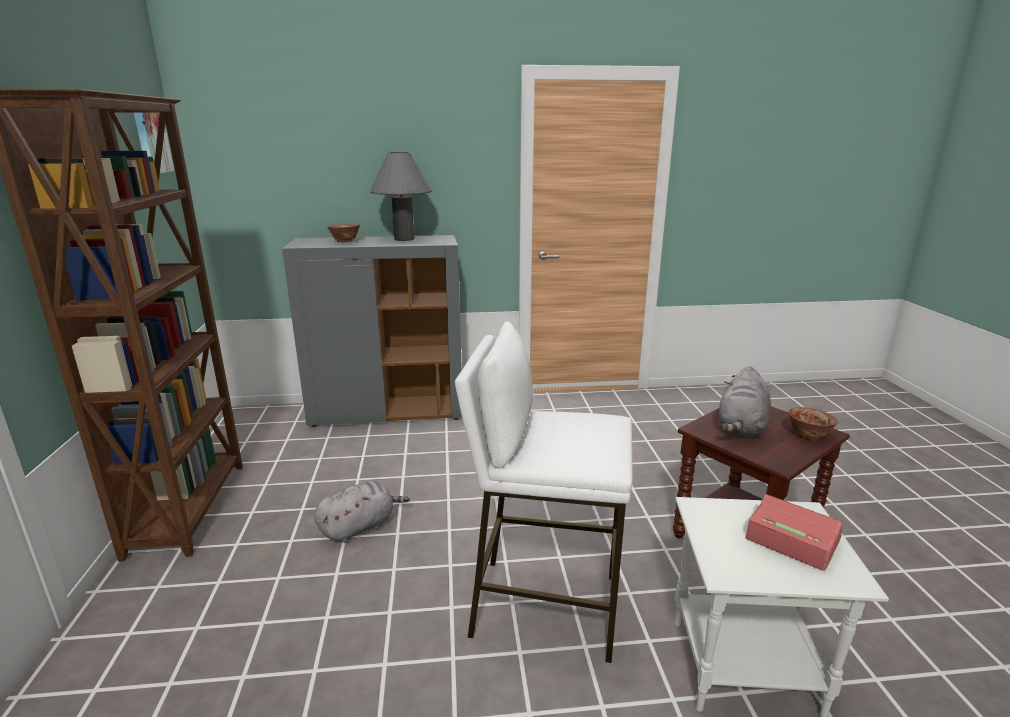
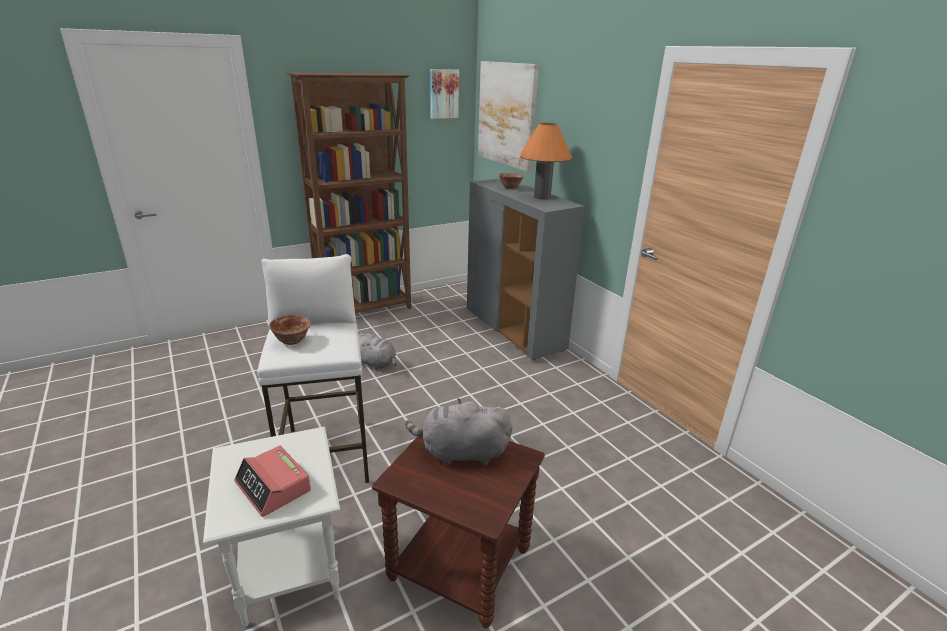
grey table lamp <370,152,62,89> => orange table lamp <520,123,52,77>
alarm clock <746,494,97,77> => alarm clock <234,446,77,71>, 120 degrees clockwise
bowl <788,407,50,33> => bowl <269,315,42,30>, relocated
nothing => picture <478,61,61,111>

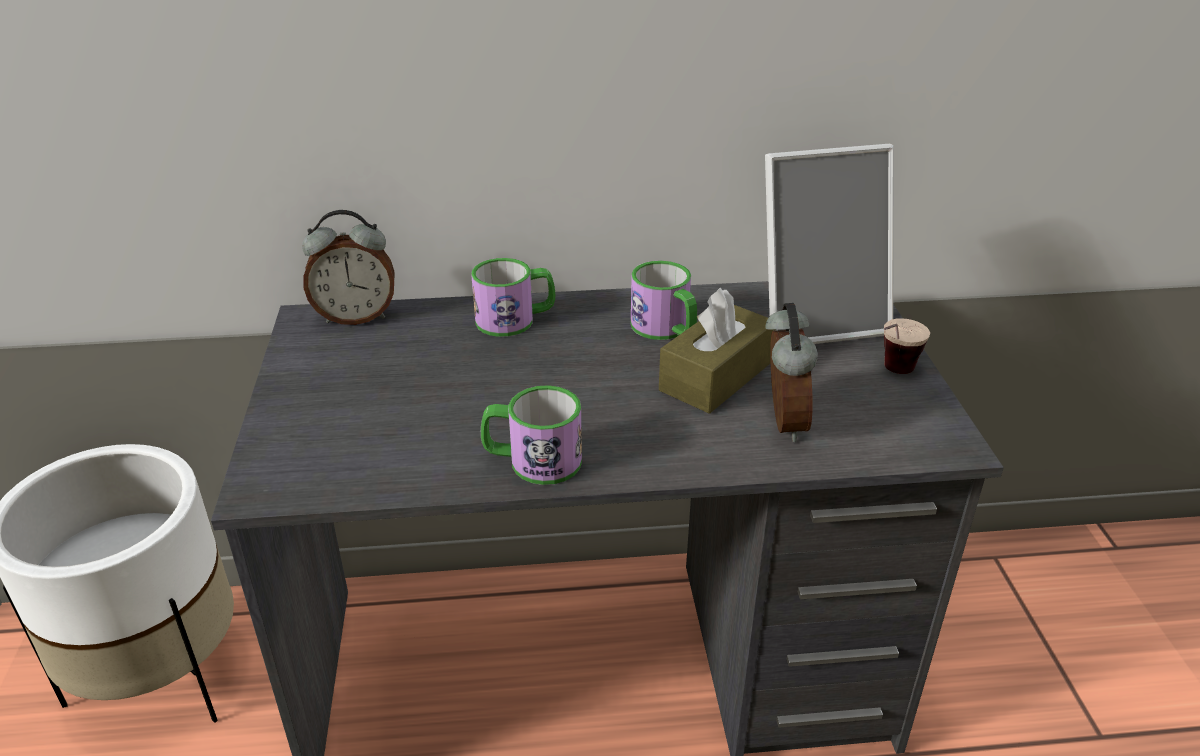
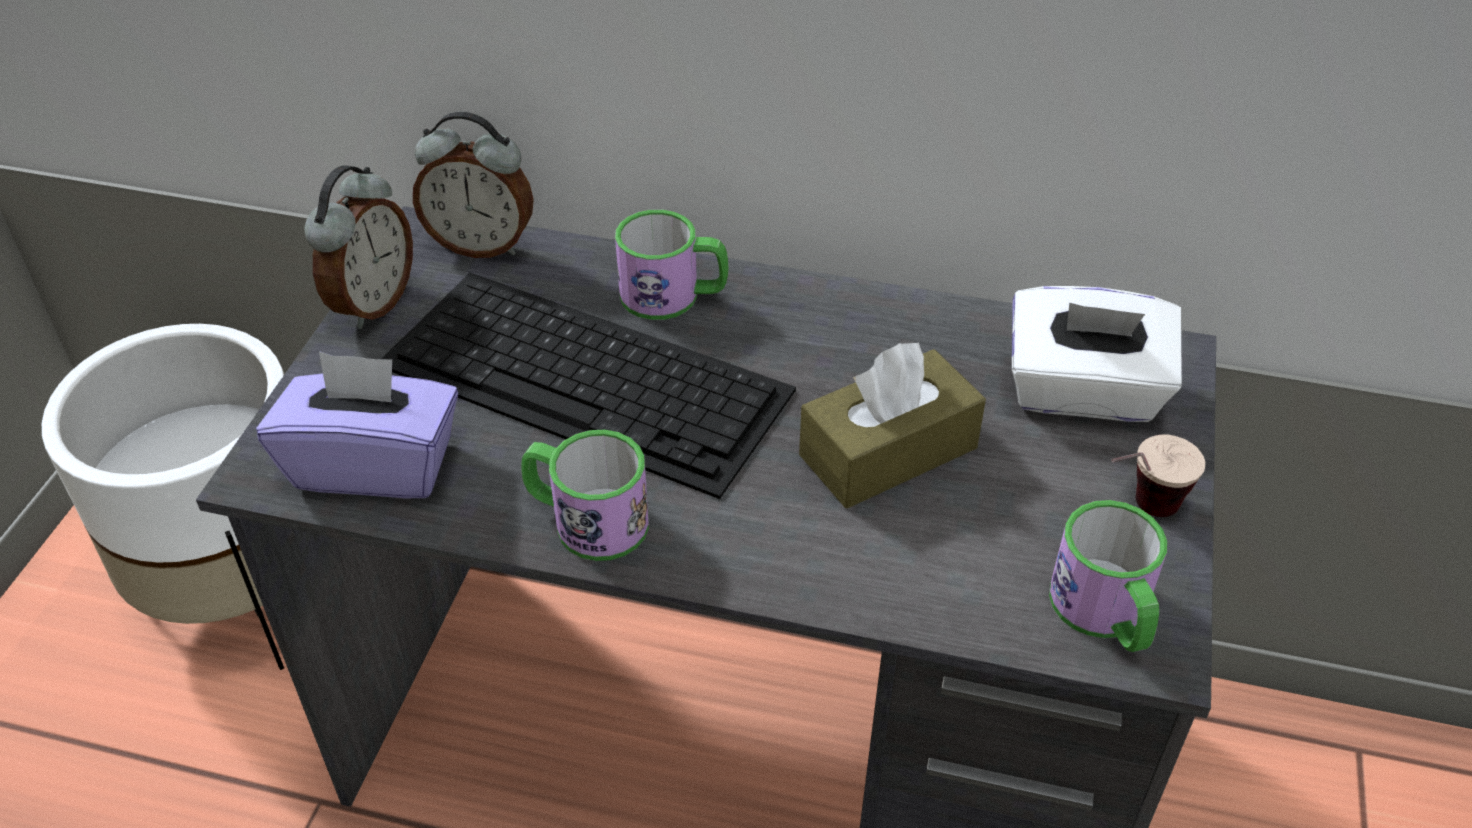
mug <631,261,66,79> => mug <1049,500,118,152>, relocated
picture frame <765,144,129,200> => white tissue box <1012,286,170,136>
alarm clock <766,303,52,139> => alarm clock <304,165,109,164>, relocated
nothing => purple tissue box <256,351,203,147>
nothing => keyboard <380,273,416,226>

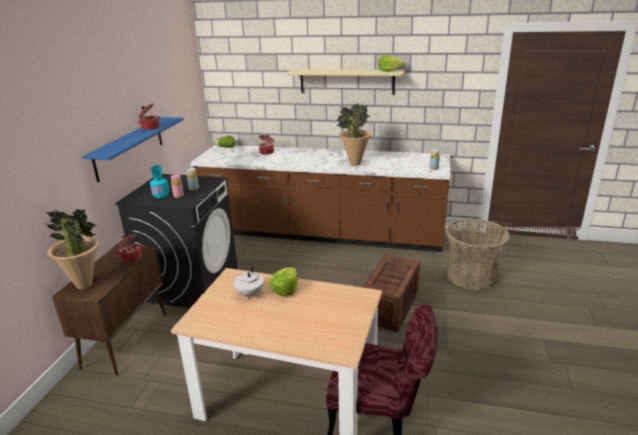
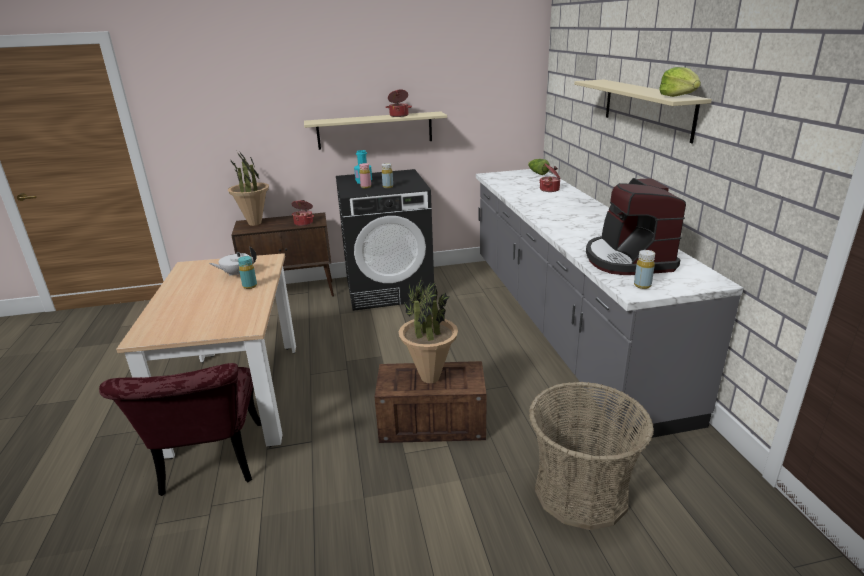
blue shelf <82,117,102,65> => beige shelf <304,111,143,39>
brown counter <190,145,261,107> => grey counter <476,169,268,272>
lettuce <270,267,28,29> => turquoise bottle <238,256,19,33>
potted plant <337,102,35,64> => potted plant <399,277,59,106>, relocated
nothing => coffee machine <586,178,100,97>

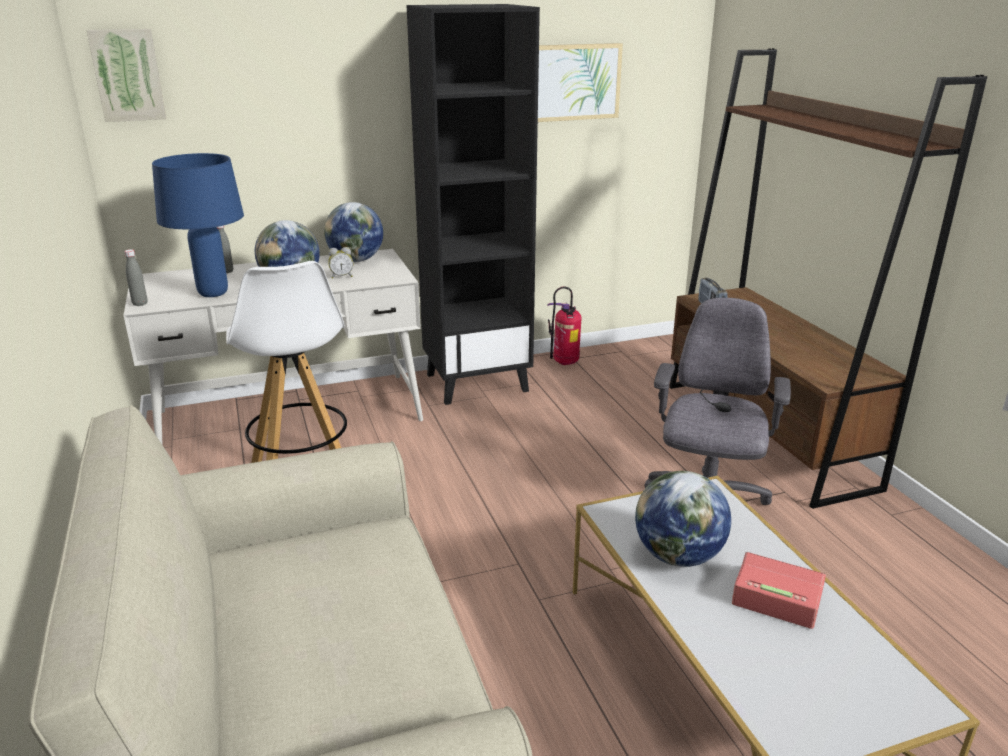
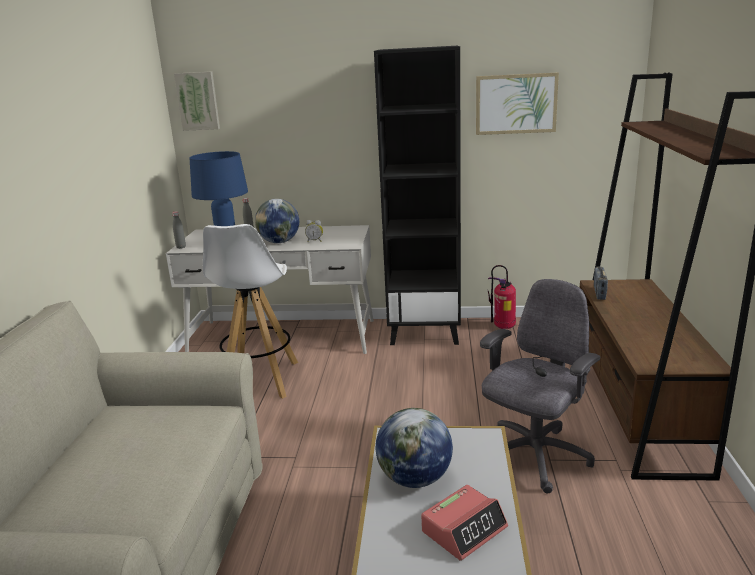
globe <324,202,59,60> => nothing
alarm clock <732,552,94,77> => alarm clock <421,485,87,76>, 90 degrees clockwise

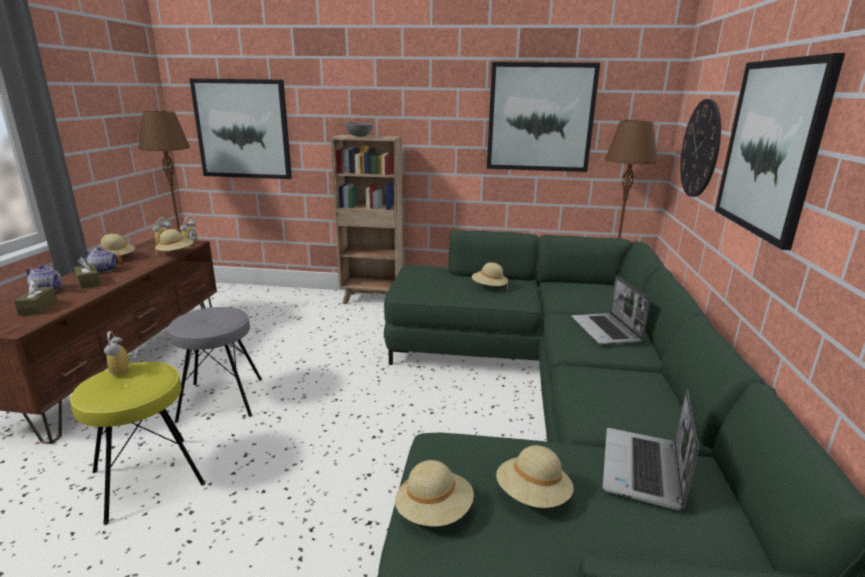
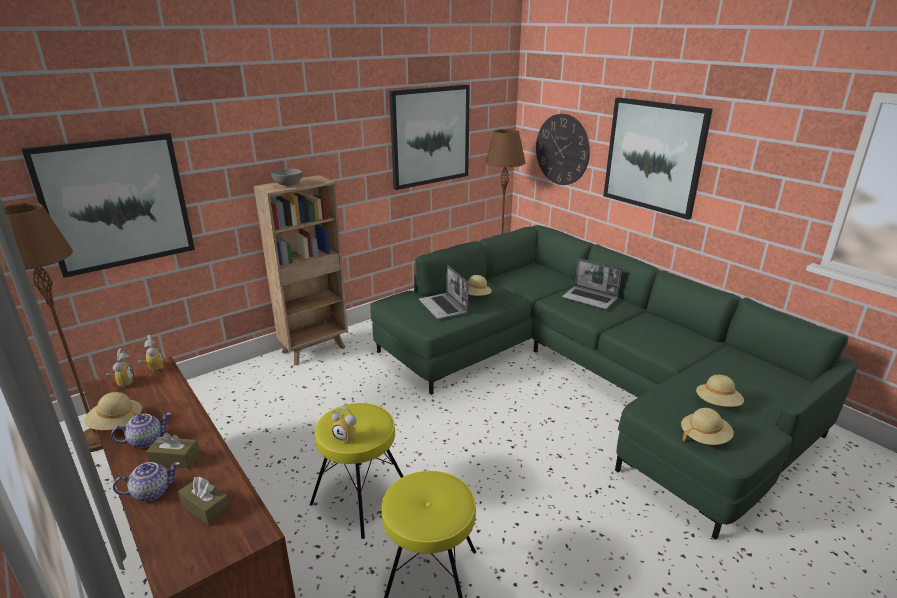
alarm clock <104,331,34,45> => alarm clock <332,407,24,36>, relocated
beige hat <155,229,38,26> => nothing
grey stool <168,307,94,116> => yellow stool <310,403,94,136>
laptop <603,389,96,121> => laptop <419,265,50,54>, relocated

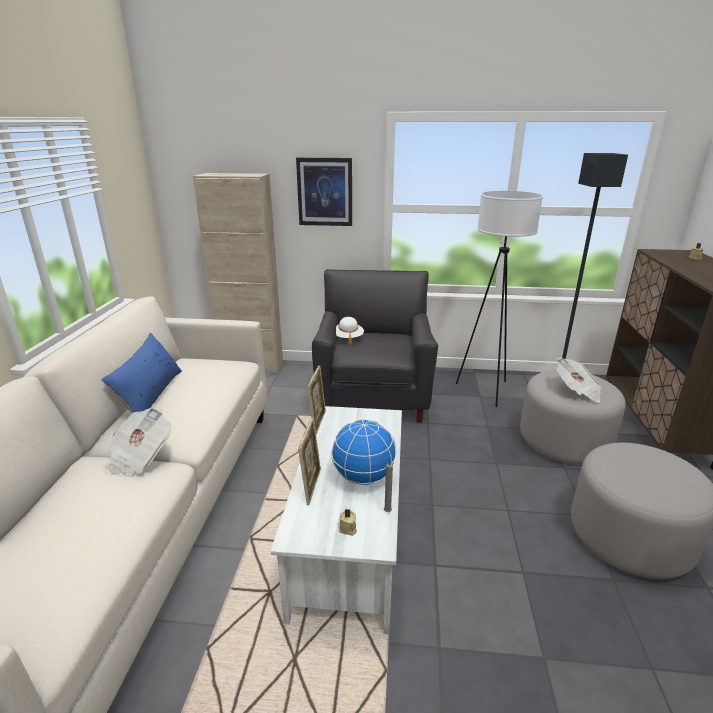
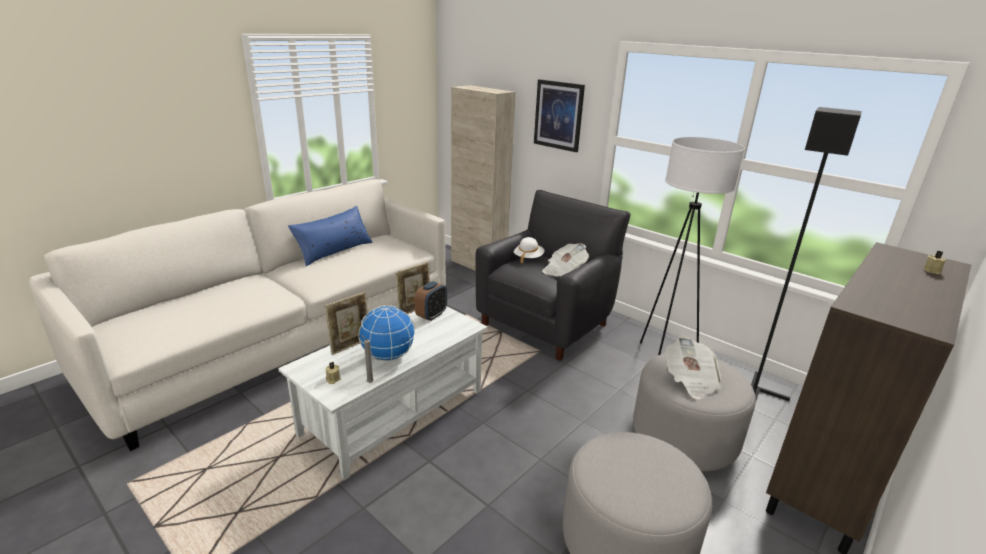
newspaper <103,407,68,68> => newspaper <542,243,47,34>, relocated
nothing => alarm clock <415,281,32,40>

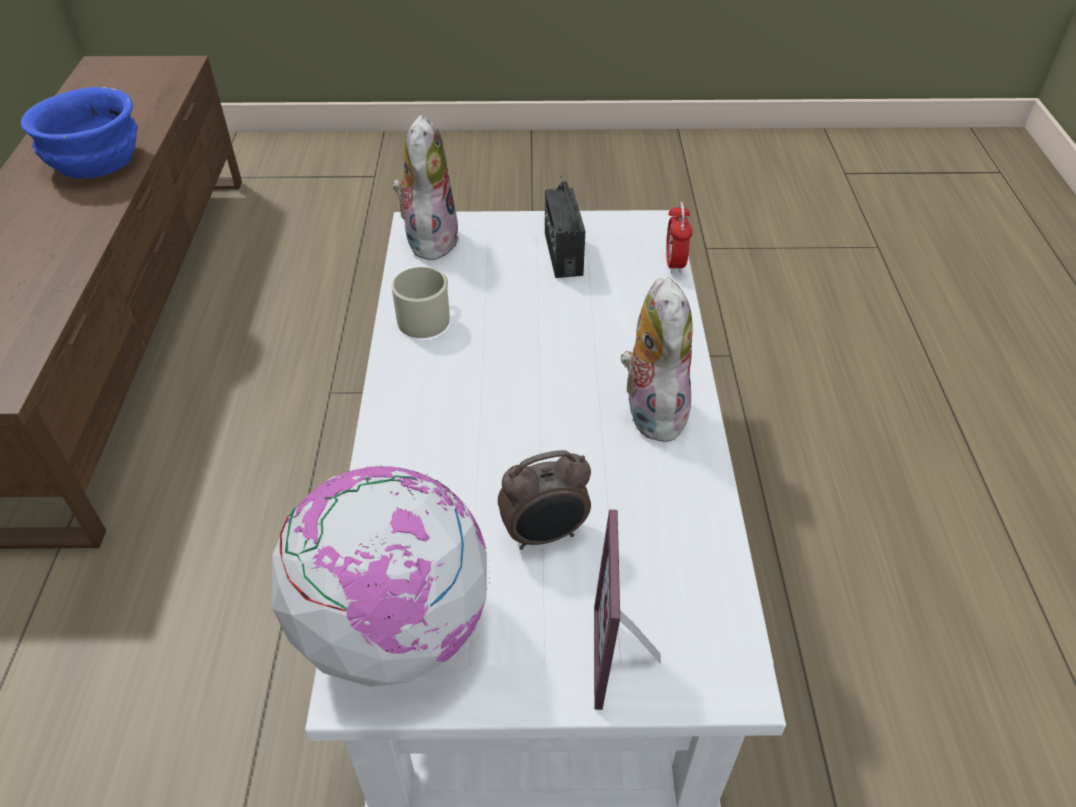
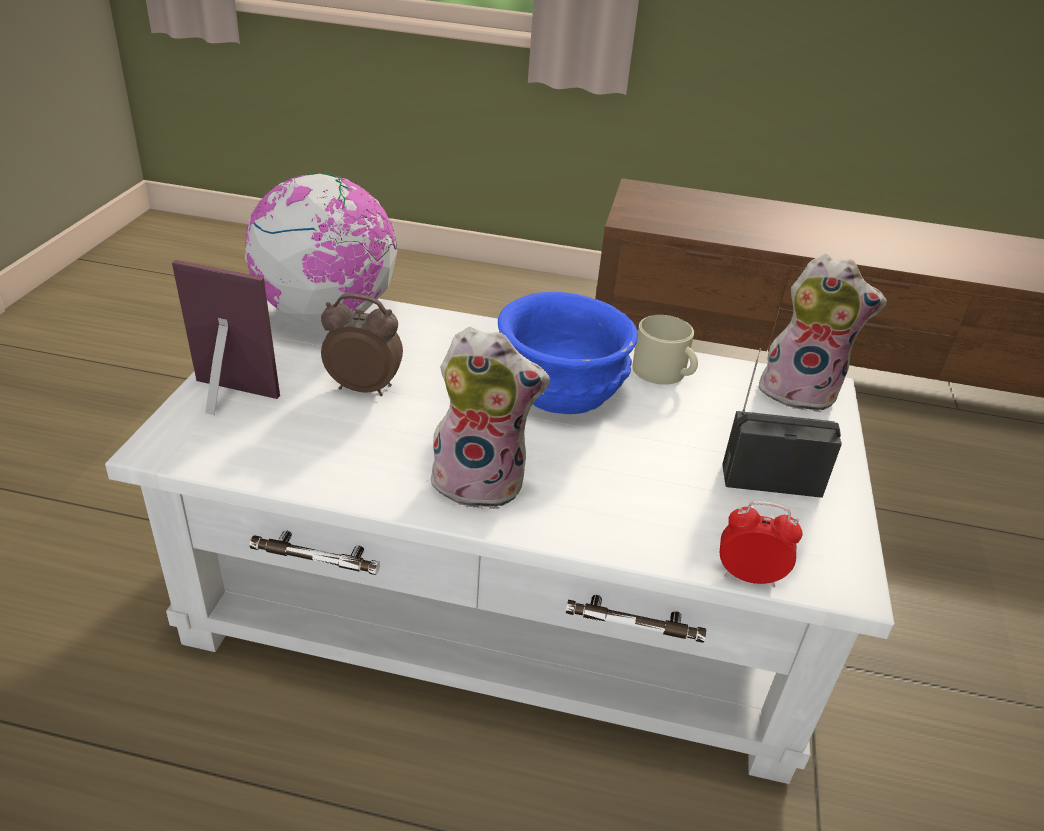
blue bowl <21,87,117,91> => blue bowl <498,292,140,122>, relocated
alarm clock <498,450,93,100> => alarm clock <321,294,82,102>, 105 degrees clockwise

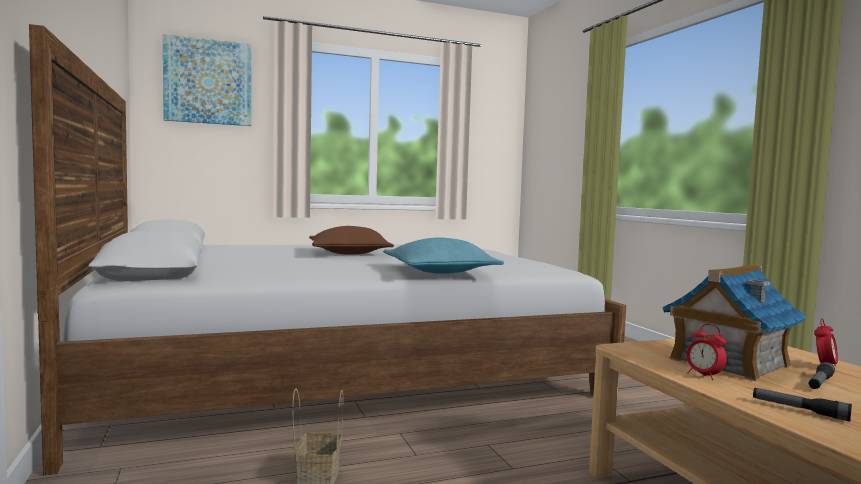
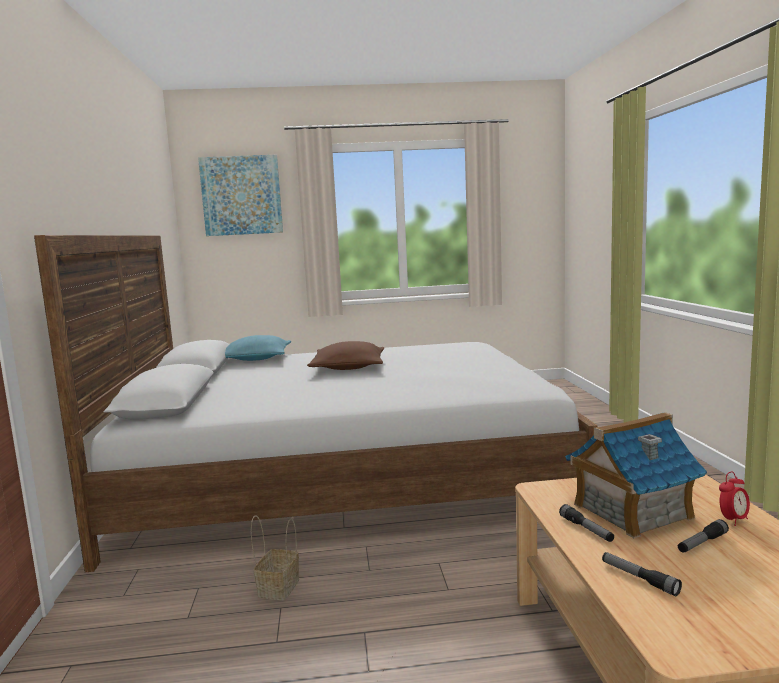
turquoise pillow <383,237,121,37> => turquoise pillow <225,335,66,26>, relocated
alarm clock <687,324,40,56> => flashlight <559,504,55,38>

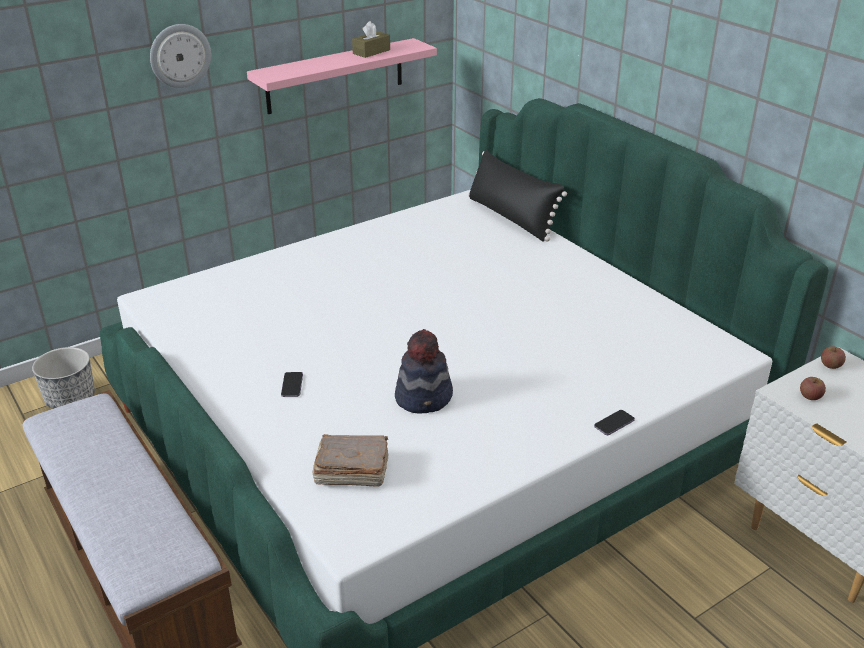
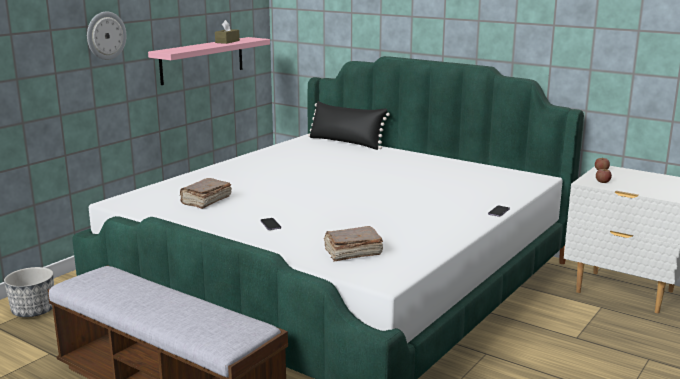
hat <395,329,58,84> => nothing
nothing => brown book <180,178,52,31>

